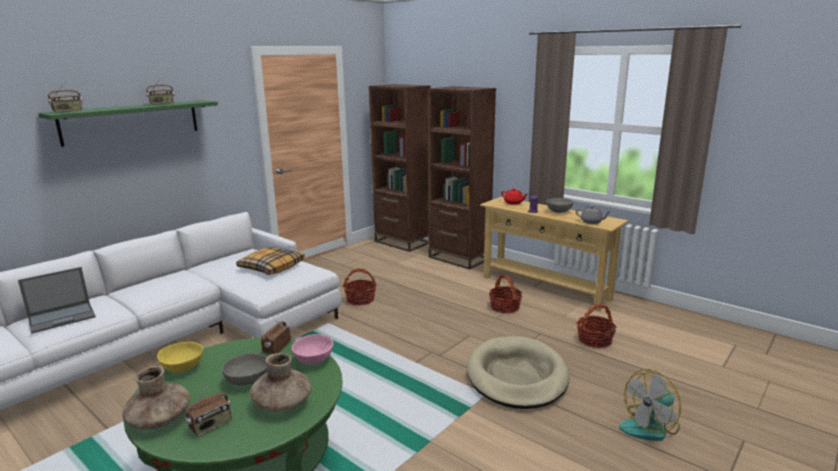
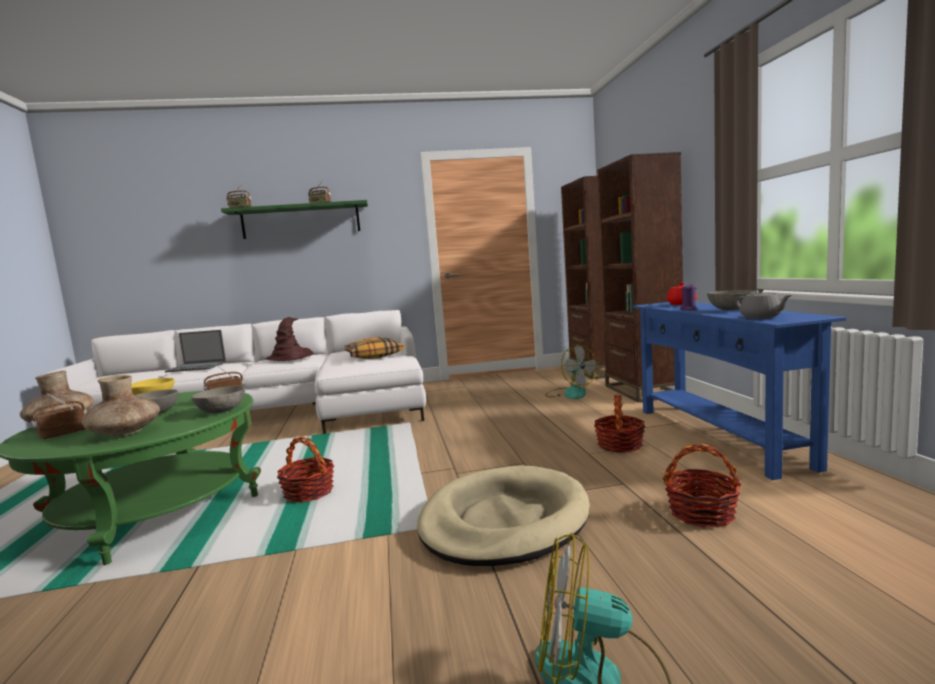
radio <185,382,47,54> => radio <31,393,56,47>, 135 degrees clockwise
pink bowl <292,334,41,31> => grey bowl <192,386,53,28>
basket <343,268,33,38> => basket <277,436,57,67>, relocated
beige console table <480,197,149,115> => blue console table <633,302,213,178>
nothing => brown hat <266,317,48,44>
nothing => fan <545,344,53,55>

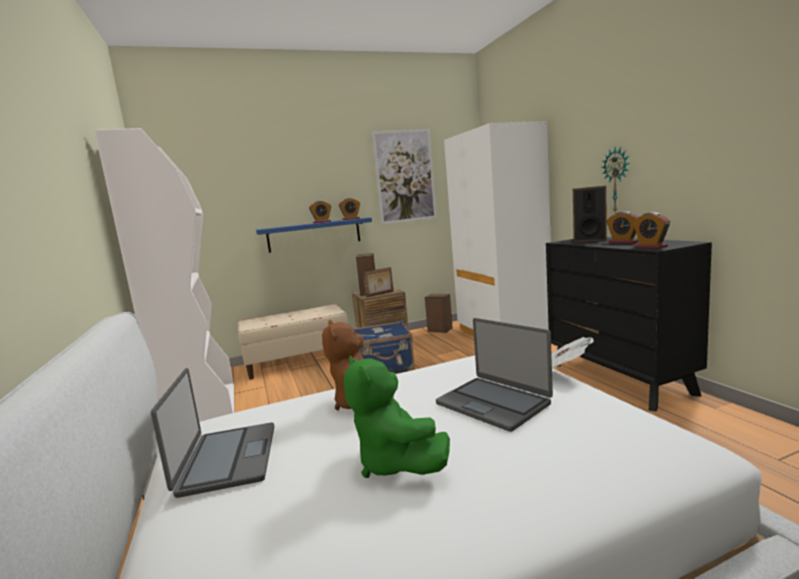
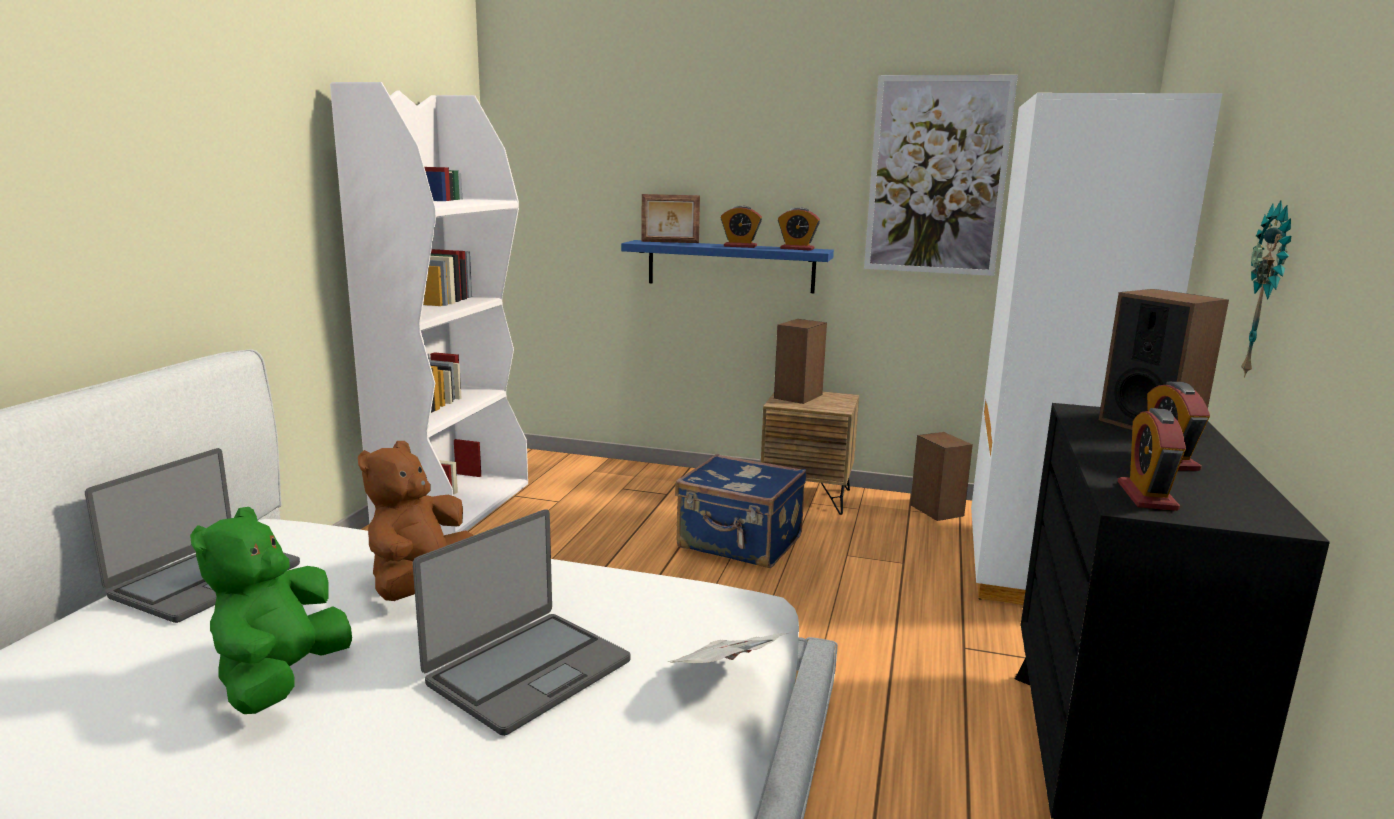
beige bench <238,304,110,76> => nothing
picture frame <363,267,30,30> => picture frame <641,194,59,49>, relocated
laptop <436,318,117,114> => laptop <413,509,217,227>, 135 degrees counterclockwise

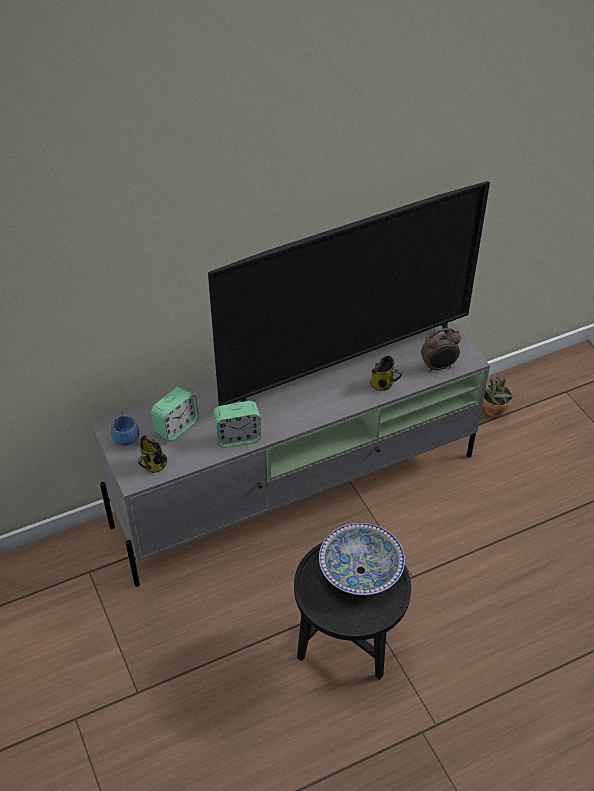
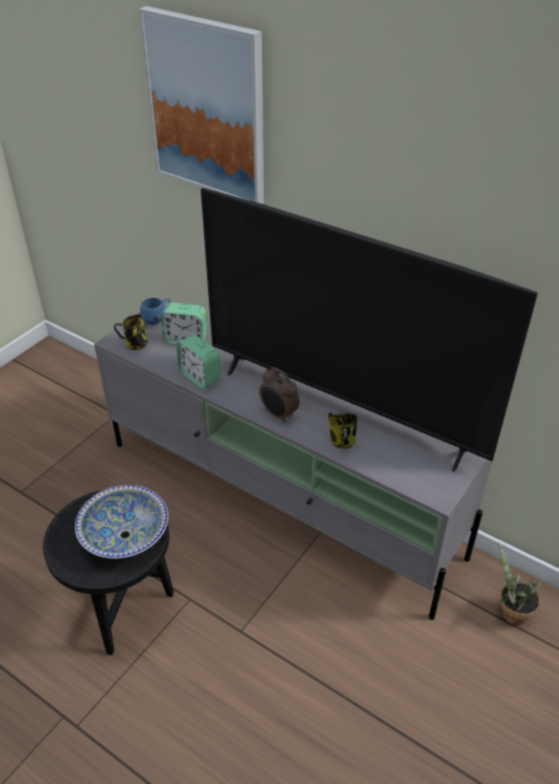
alarm clock <421,328,40,44> => alarm clock <259,367,40,56>, relocated
nothing => picture <139,6,125,198>

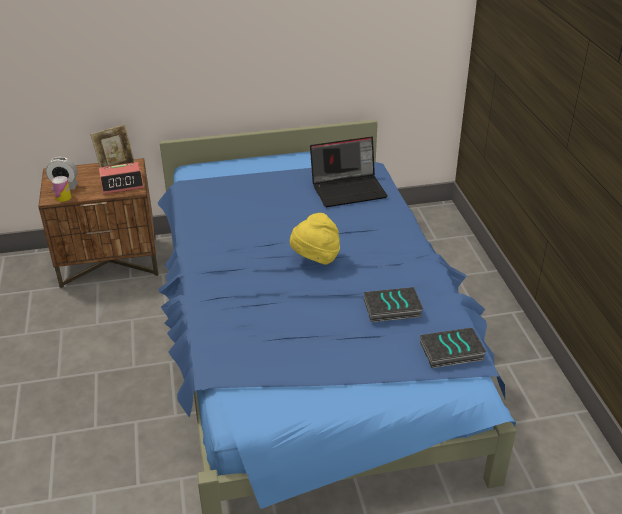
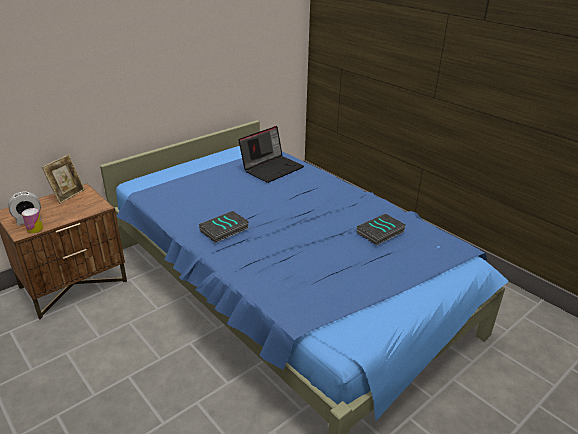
alarm clock <99,162,45,32> => nothing
yellow hat <290,213,50,52> => nothing
book <420,328,67,40> => book <199,211,50,32>, relocated

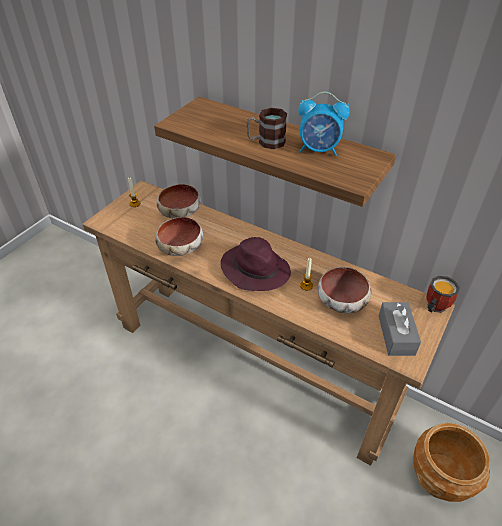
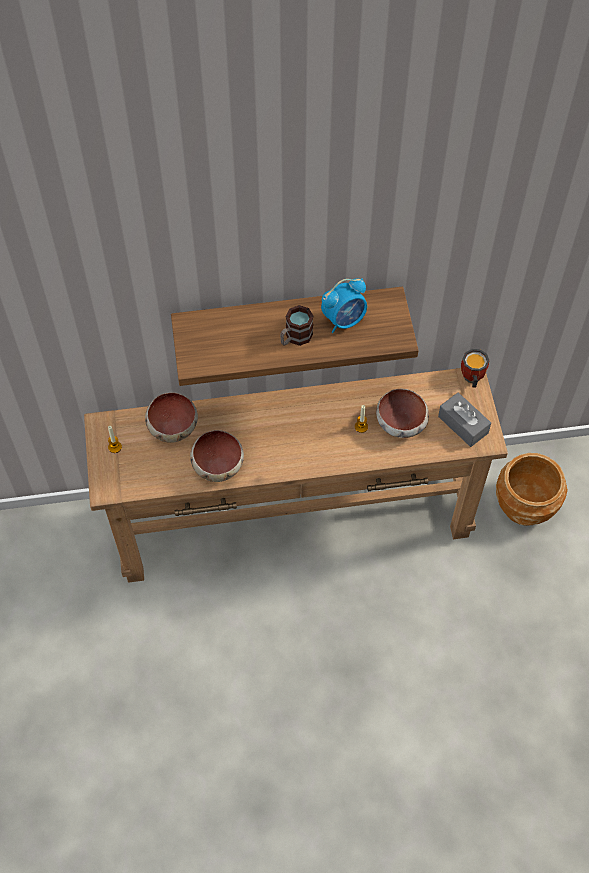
purple hat <221,237,70,54> => nothing

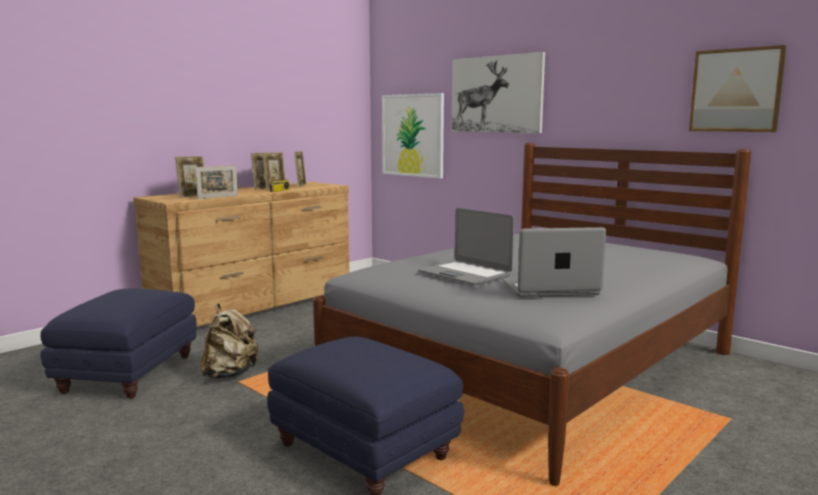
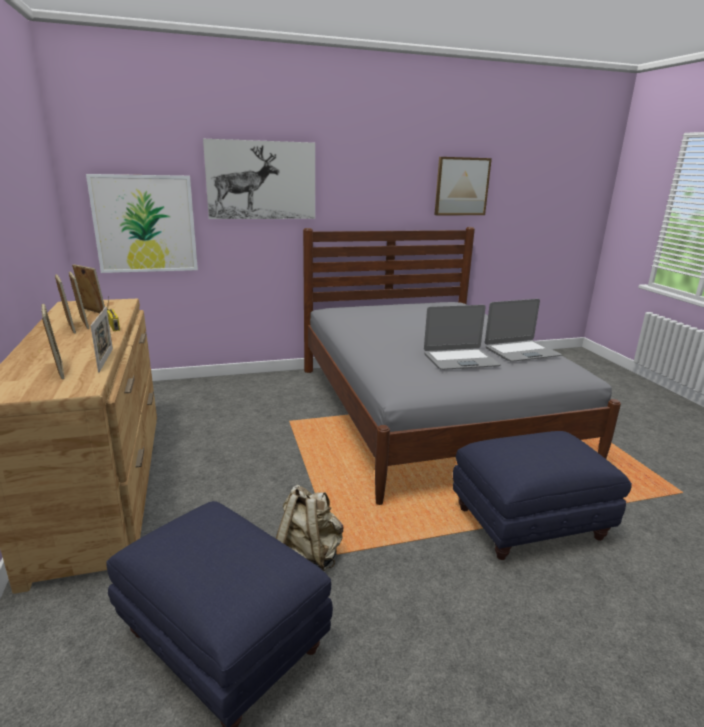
laptop <503,227,103,70> => laptop <485,299,77,63>, 135 degrees counterclockwise

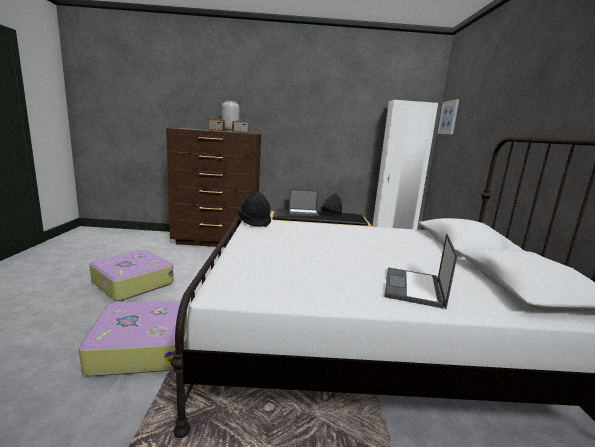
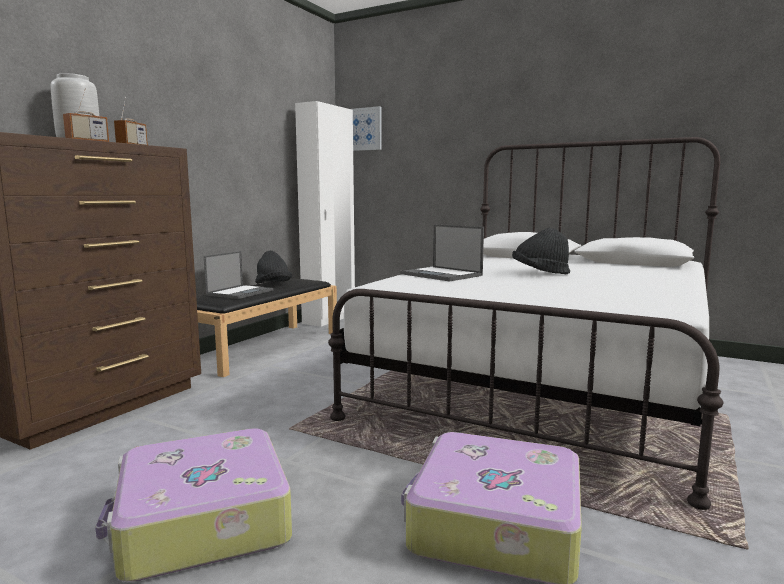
black hat <238,192,33,35> => black hat <512,228,58,47>, relocated
laptop <384,234,74,75> => laptop <400,224,84,57>, relocated

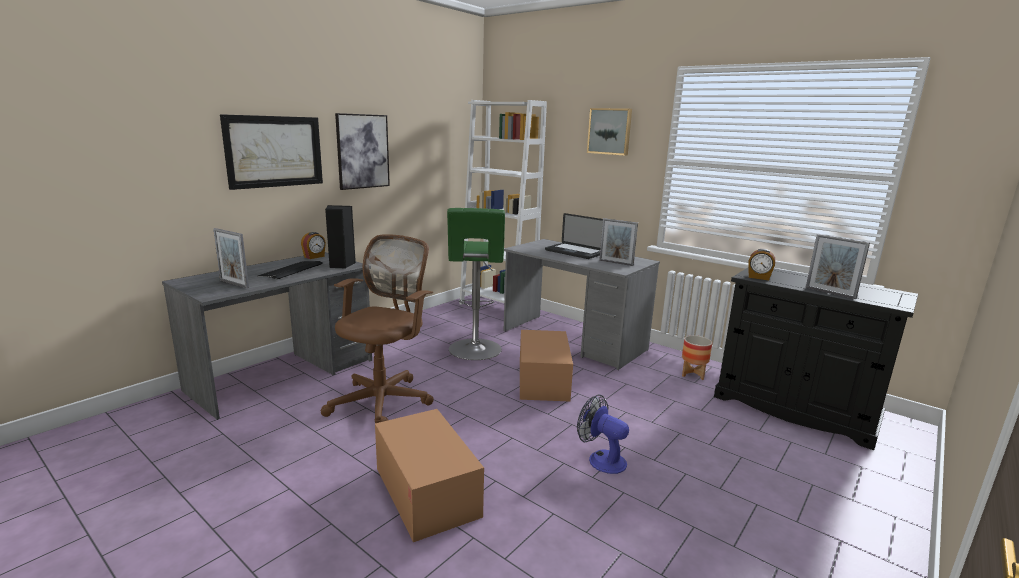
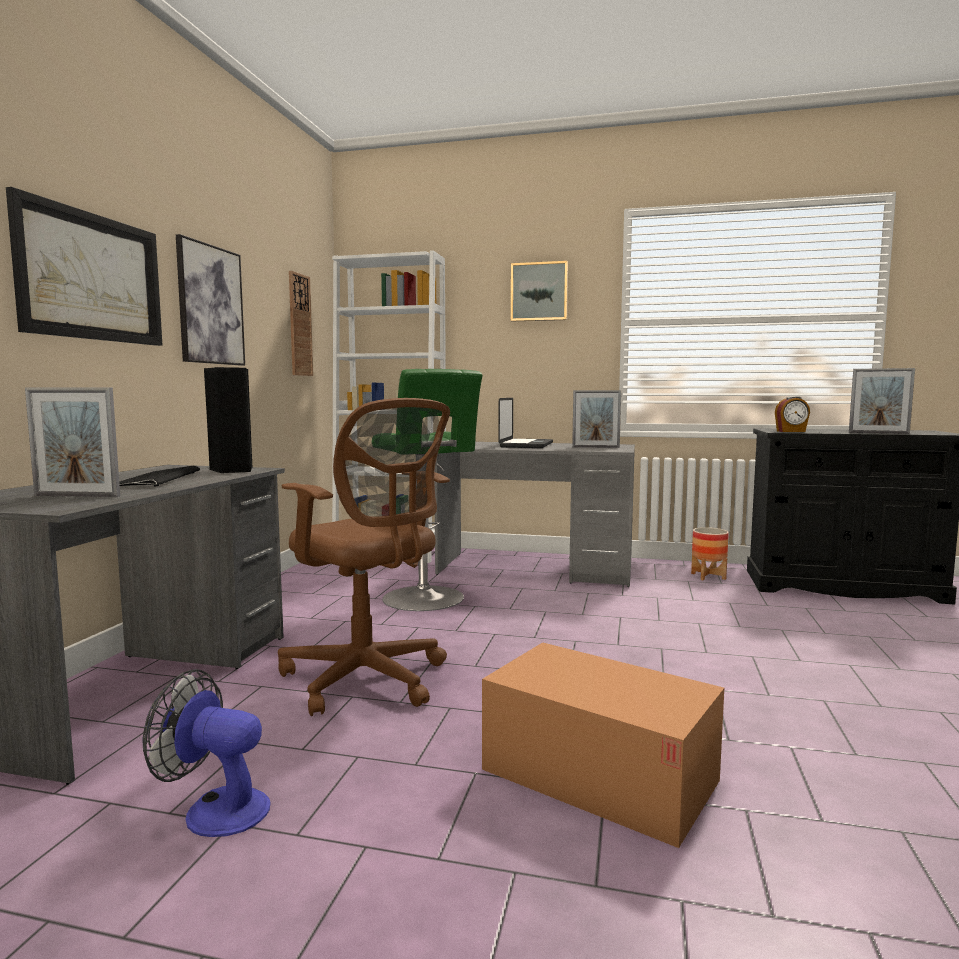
alarm clock <301,232,25,27> => nothing
brown office chair <321,234,113,189> => brown office chair <278,398,172,318>, 135 degrees clockwise
cardboard box <520,330,53,71> => nothing
laptop <545,213,58,46> => laptop <498,398,55,50>, 90 degrees counterclockwise
fan <577,394,52,80> => fan <142,669,129,168>, relocated
nothing => wall clock <289,271,24,105>

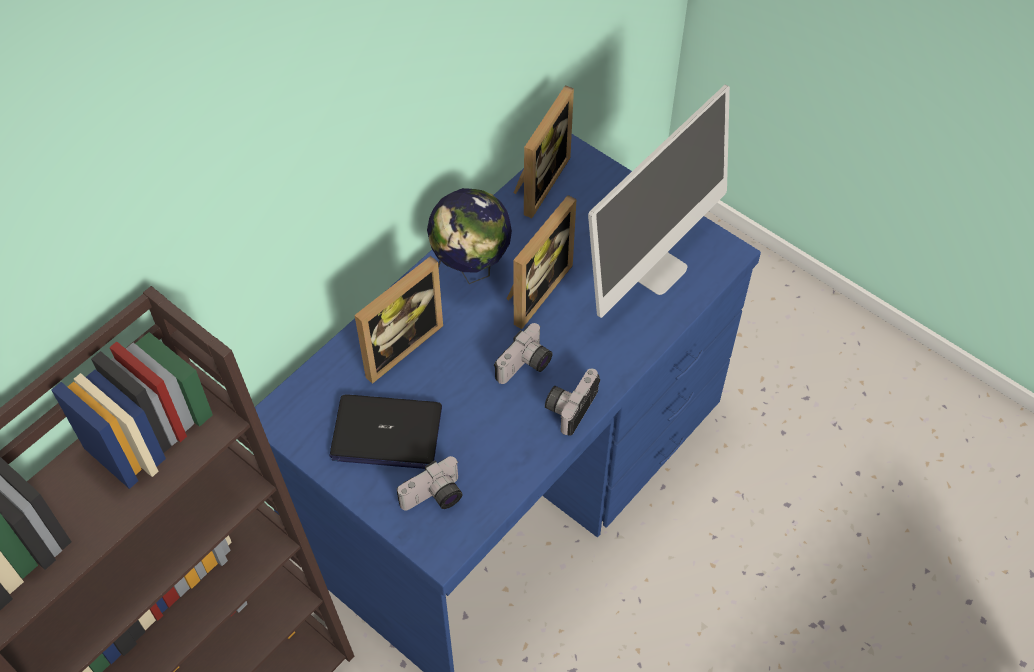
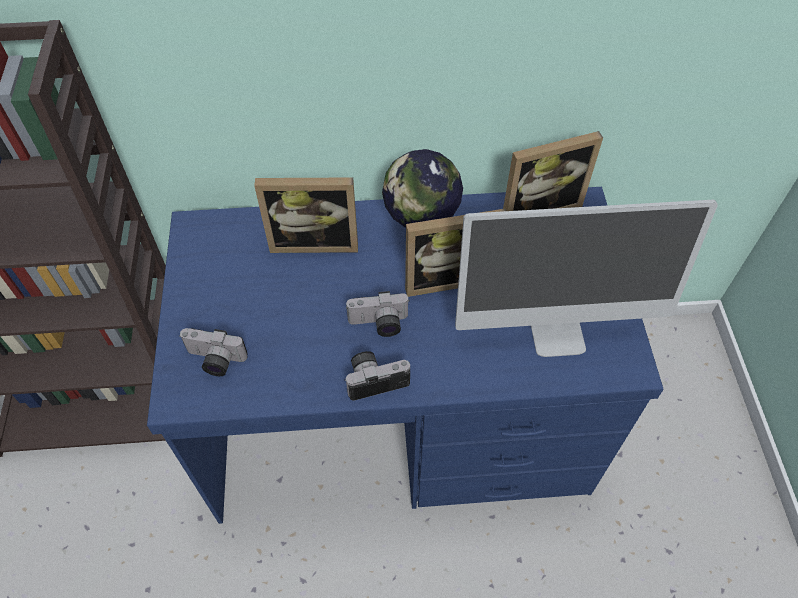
laptop <330,394,112,75> => nothing

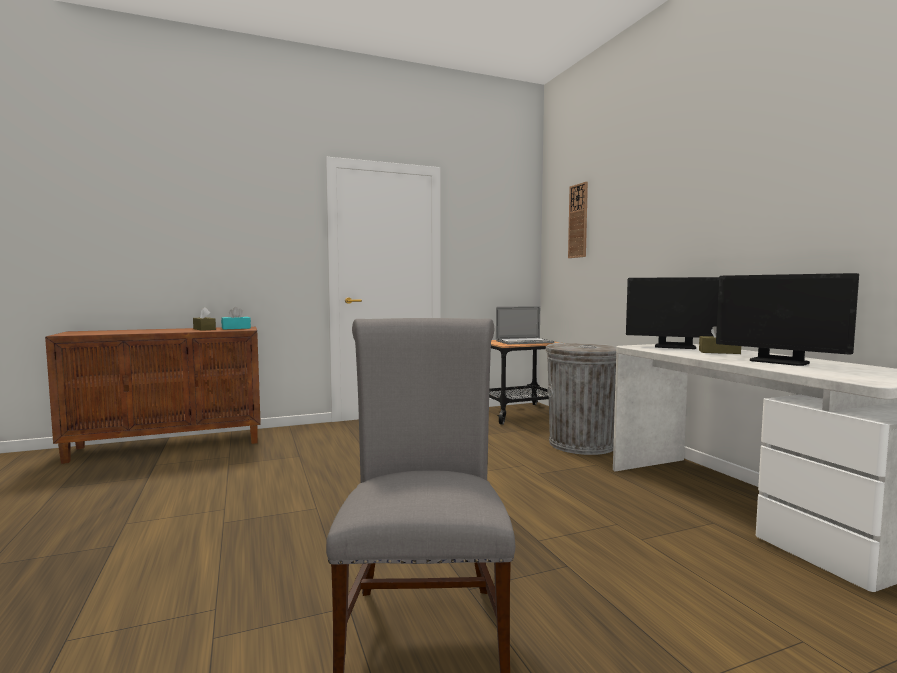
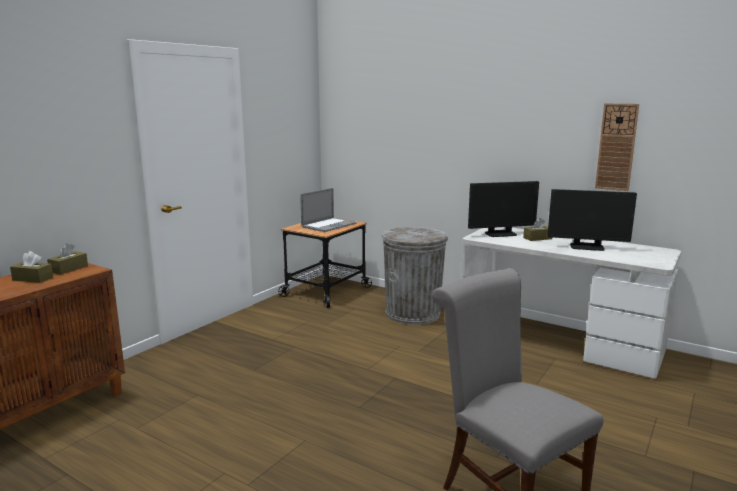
turquoise tissue box <221,307,30,22> => brown tissue box <47,243,41,32>
wall clock <568,182,20,76> => wall clock <595,103,44,88>, relocated

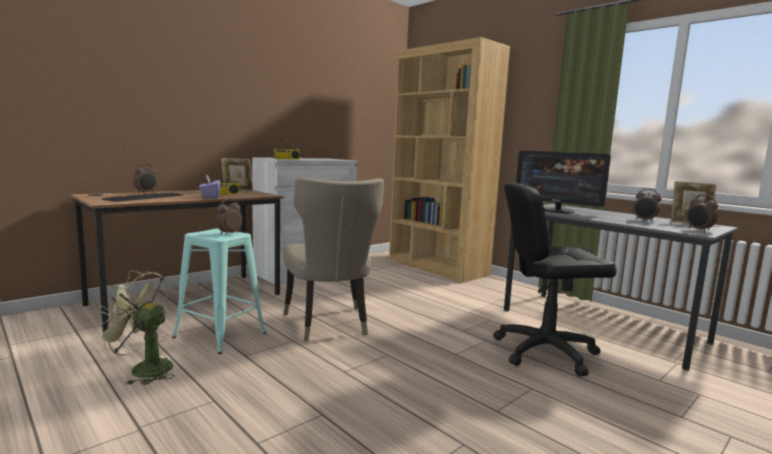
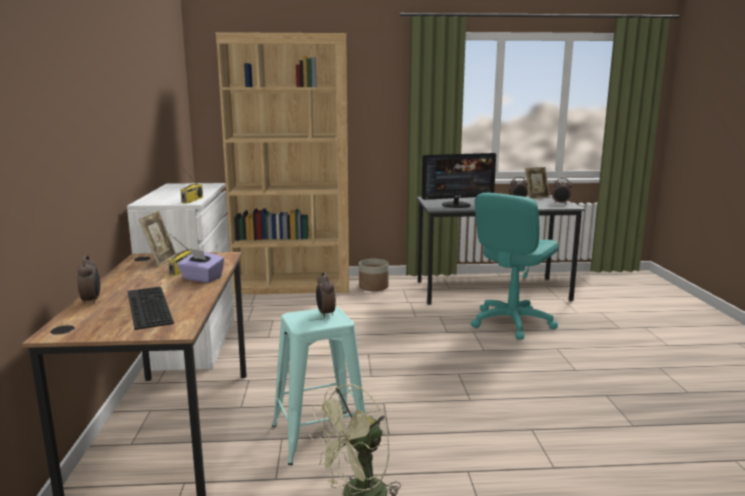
beige chair <283,177,101,164> => nothing
black office chair <493,182,124,194> => turquoise office chair <471,193,88,147>
nothing => planter <359,259,30,32>

